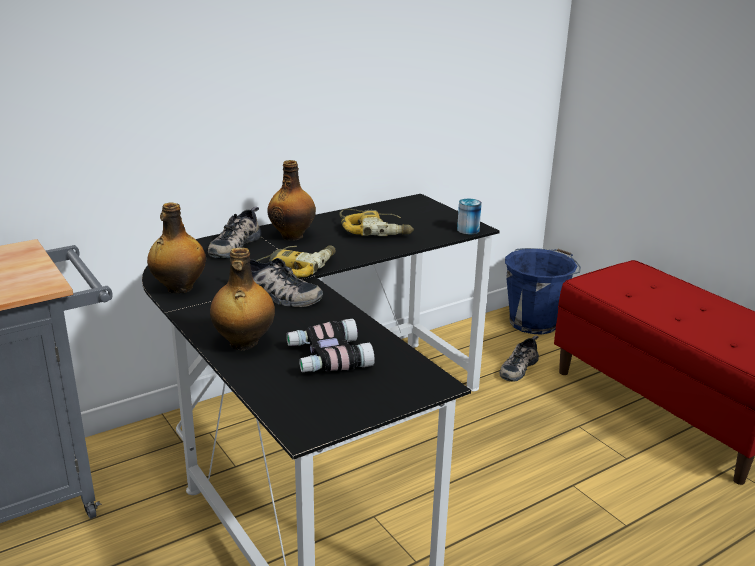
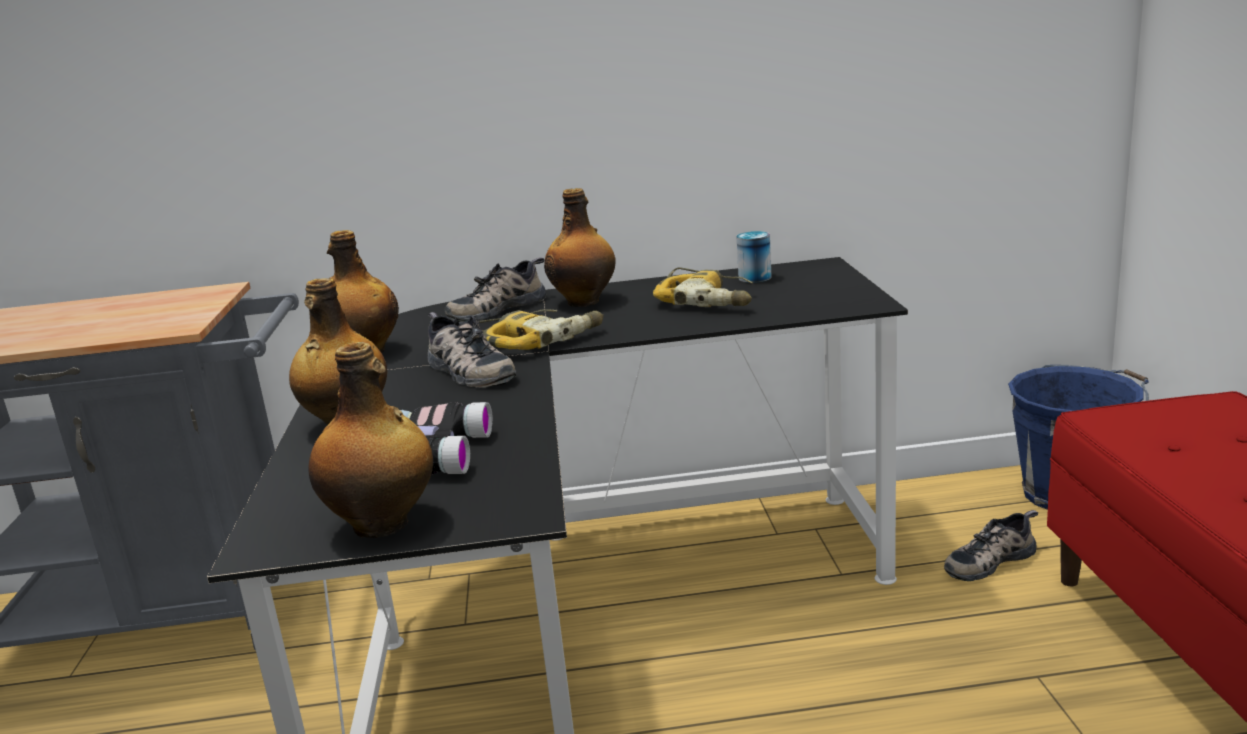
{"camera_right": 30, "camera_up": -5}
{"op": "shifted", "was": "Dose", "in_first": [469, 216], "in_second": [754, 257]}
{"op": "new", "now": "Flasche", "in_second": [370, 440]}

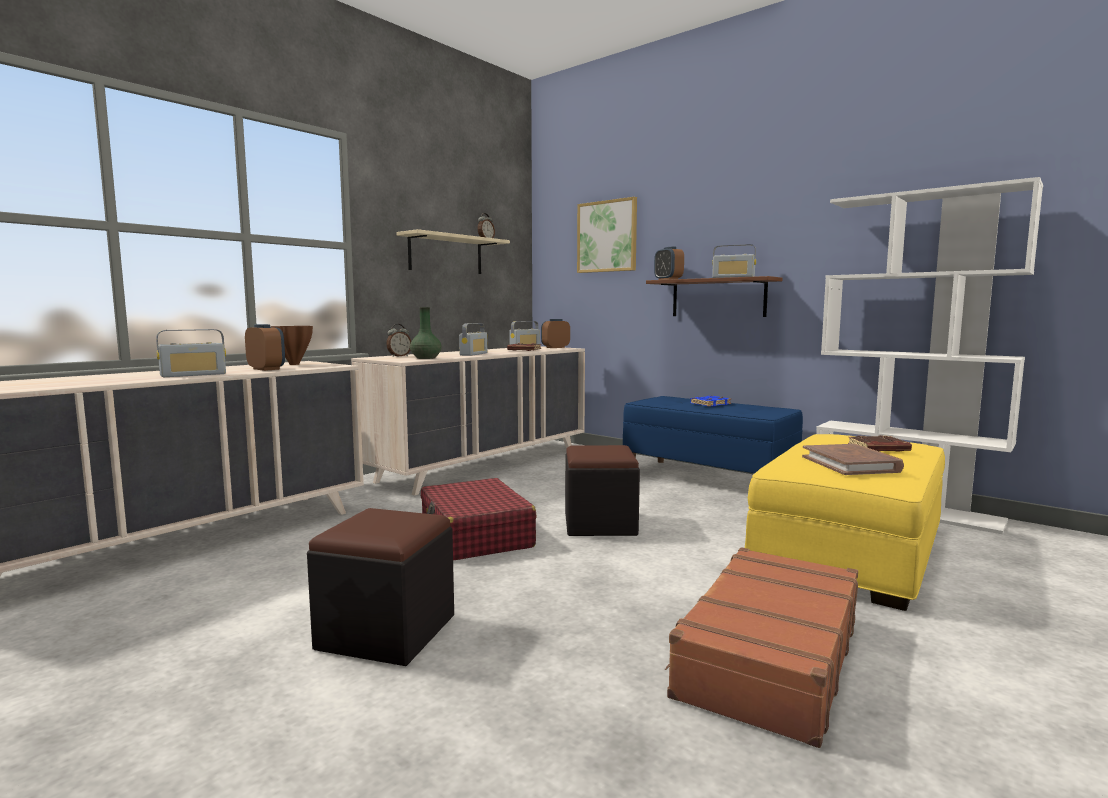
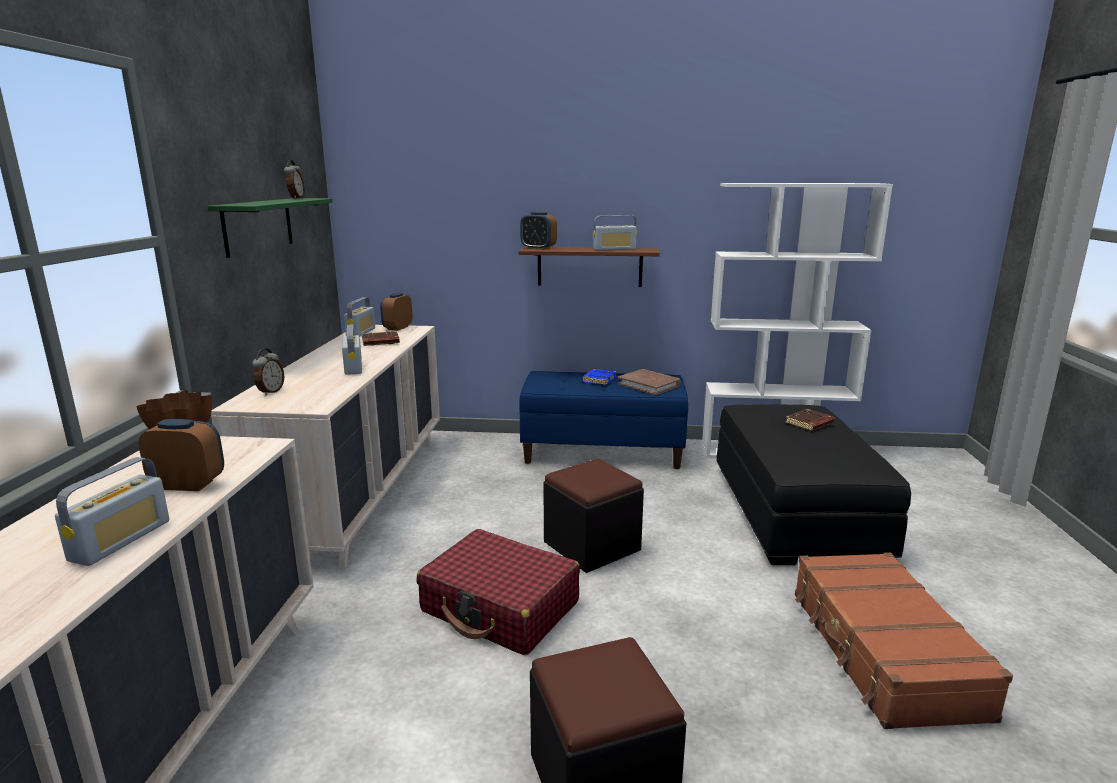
{"camera_right": -35, "camera_up": 10}
{"op": "gone", "was": "Bild", "in_first": [607, 235]}
{"op": "repainted", "was": "Wandregal [beige]", "now": "Wandregal [grün]", "in_first": [453, 251], "in_second": [270, 228]}
{"op": "gone", "was": "Vase [grün]", "in_first": [426, 333]}
{"op": "repainted", "was": "Polsterhocker [gelb]", "now": "Polsterhocker [schwarz]", "in_first": [845, 522], "in_second": [813, 484]}
{"op": "shifted", "was": "Buch [braun]", "in_first": [853, 459], "in_second": [649, 382]}

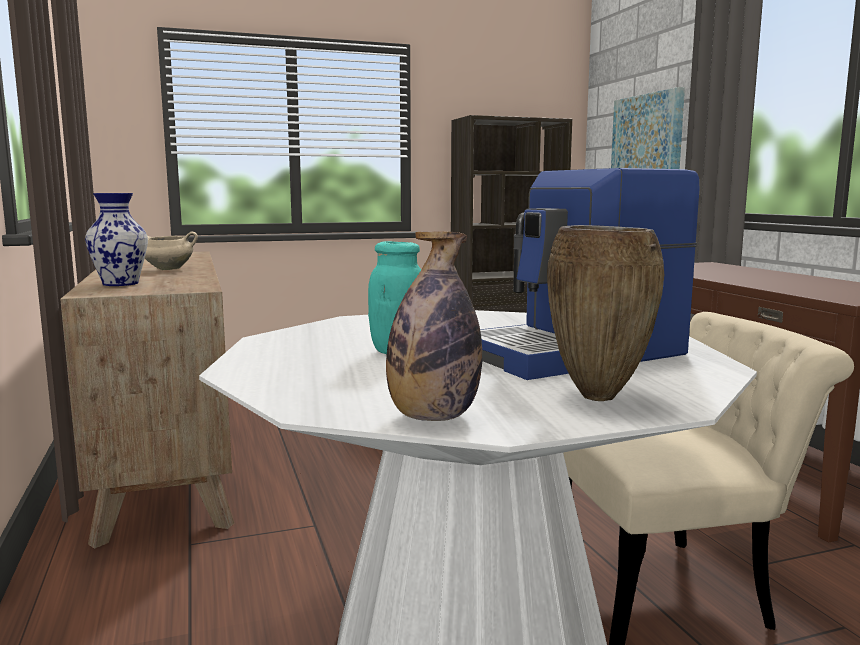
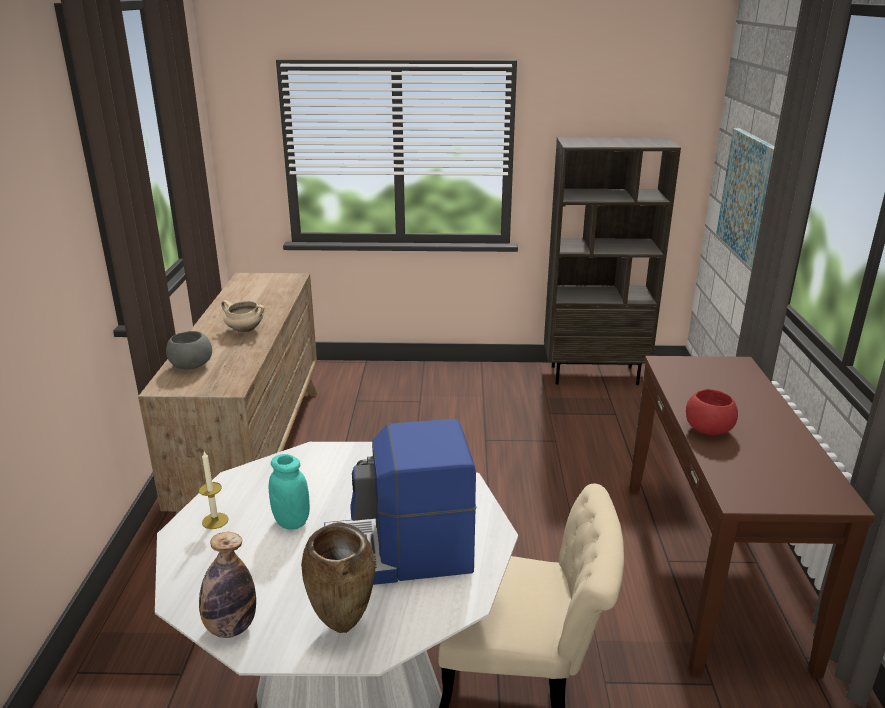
{"camera_right": 20, "camera_up": 15}
{"op": "swapped", "was": "Vase", "now": "Schüssel [grau]", "in_first": [116, 239], "in_second": [189, 350]}
{"op": "new", "now": "Schüssel [rot]", "in_second": [712, 412]}
{"op": "new", "now": "Kerze", "in_second": [214, 490]}

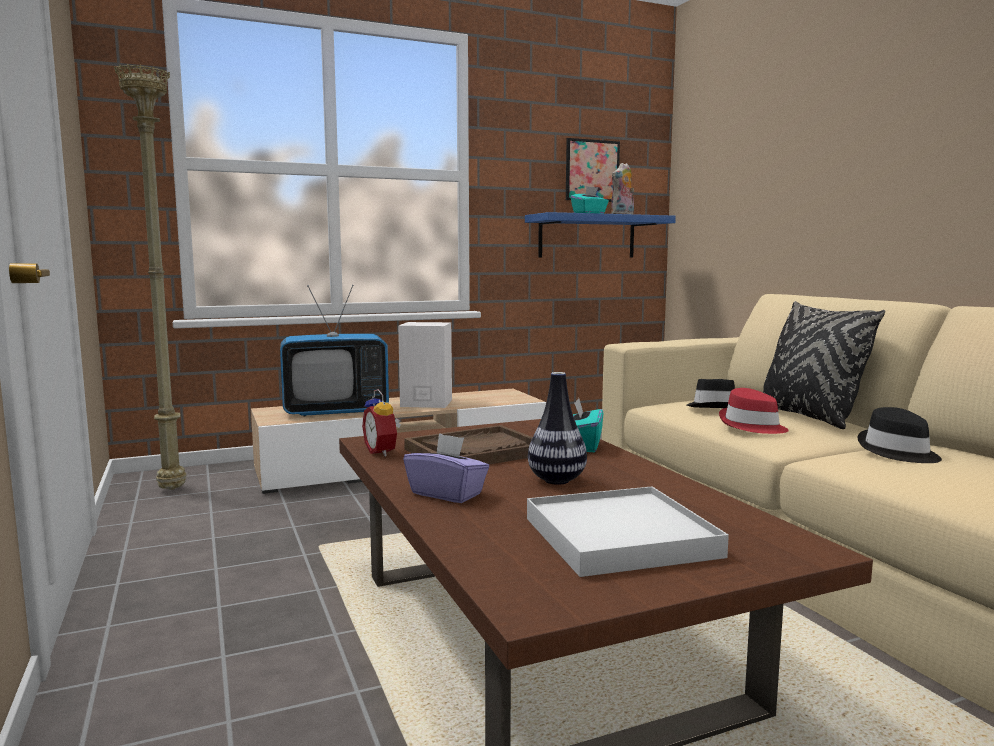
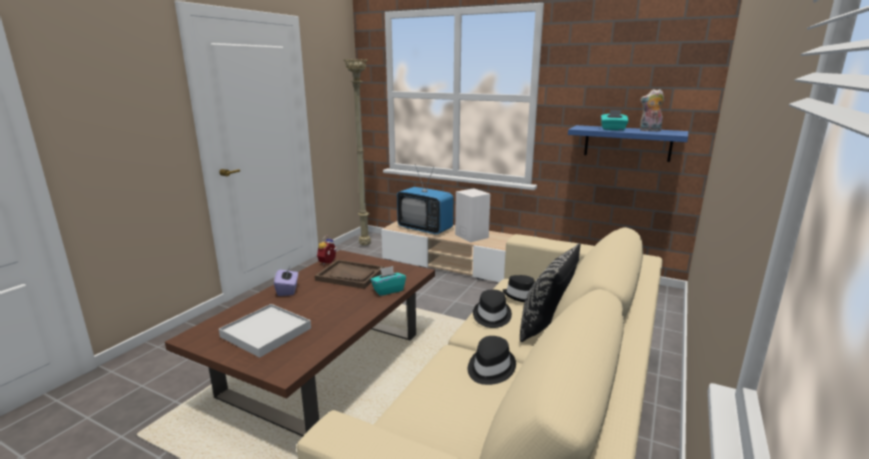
{"camera_right": 50, "camera_up": 10}
{"op": "gone", "was": "Bild", "in_first": [593, 170]}
{"op": "gone", "was": "Vase", "in_first": [557, 428]}
{"op": "repainted", "was": "Hut [rot]", "now": "Hut [schwarz]", "in_first": [754, 411], "in_second": [492, 309]}

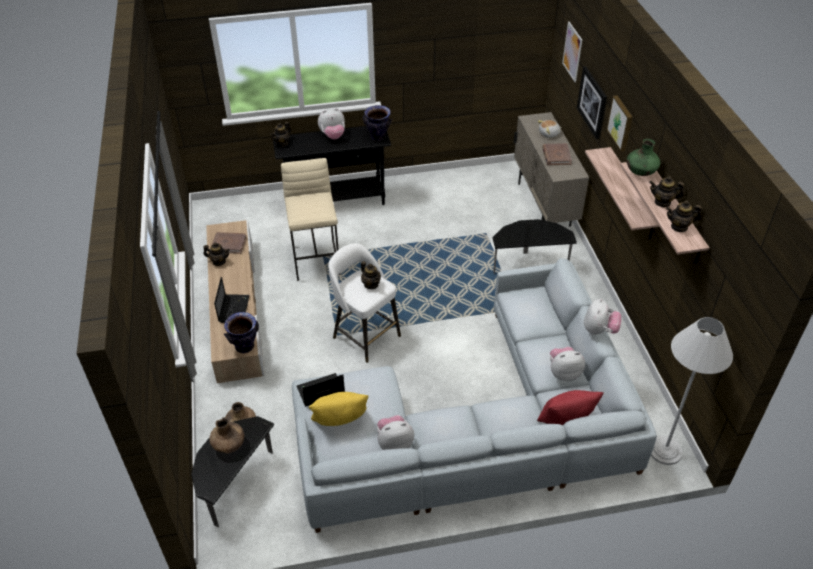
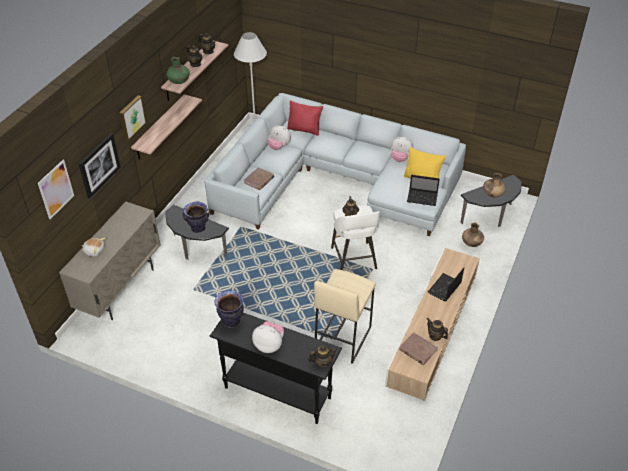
{"camera_right": -145, "camera_up": 0}
{"op": "shifted", "was": "Buch [braun]", "in_first": [557, 154], "in_second": [258, 178]}
{"op": "gone", "was": "Plüschtier", "in_first": [603, 316]}
{"op": "shifted", "was": "Vase", "in_first": [241, 332], "in_second": [196, 217]}

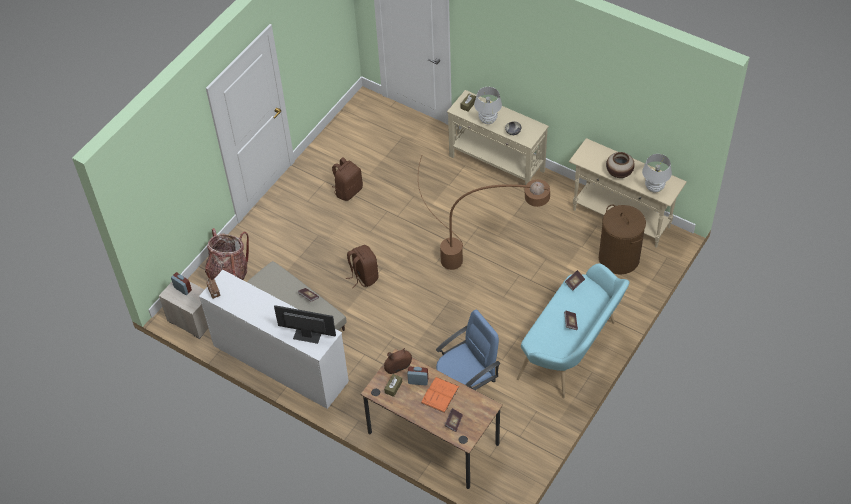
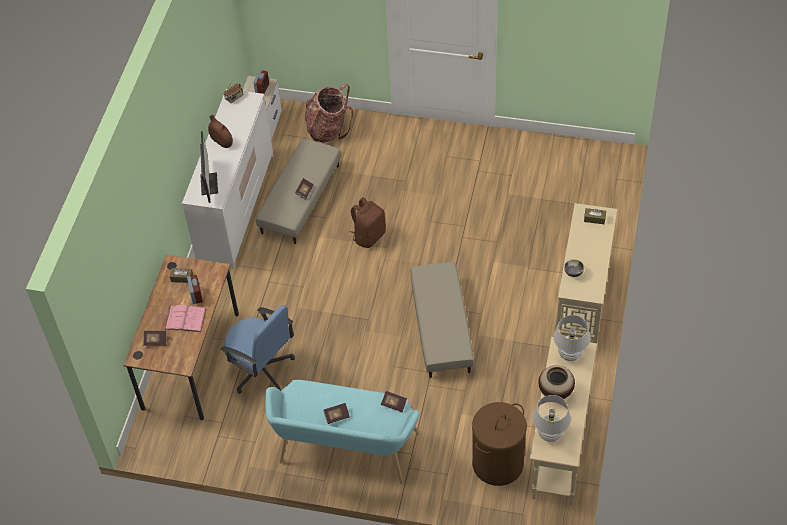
{"camera_right": 70, "camera_up": 0}
{"op": "shifted", "was": "Tischlampe [weiß]", "in_first": [488, 105], "in_second": [571, 338]}
{"op": "swapped", "was": "Stehlampe [braun]", "now": "Polsterhocker [beige]", "in_first": [484, 213], "in_second": [442, 320]}
{"op": "gone", "was": "Rucksack [braun]", "in_first": [347, 179]}
{"op": "shifted", "was": "Vase [braun]", "in_first": [398, 361], "in_second": [220, 131]}
{"op": "repainted", "was": "Buch [orange]", "now": "Buch [rosa]", "in_first": [440, 395], "in_second": [186, 318]}

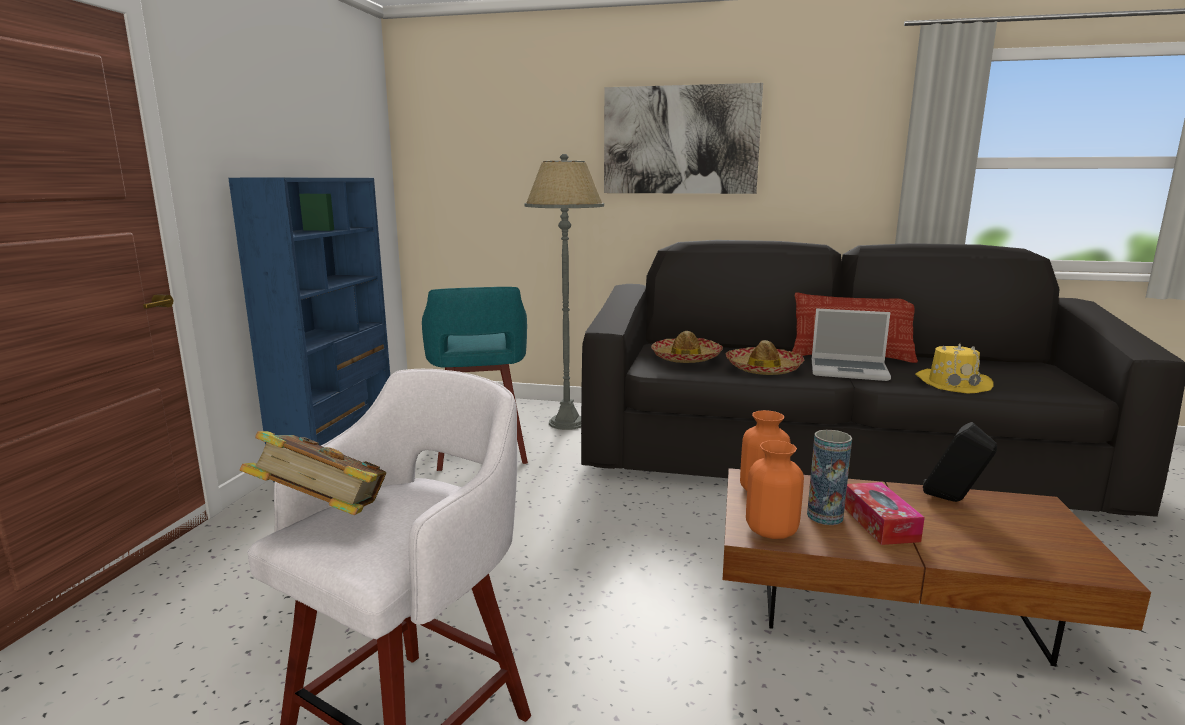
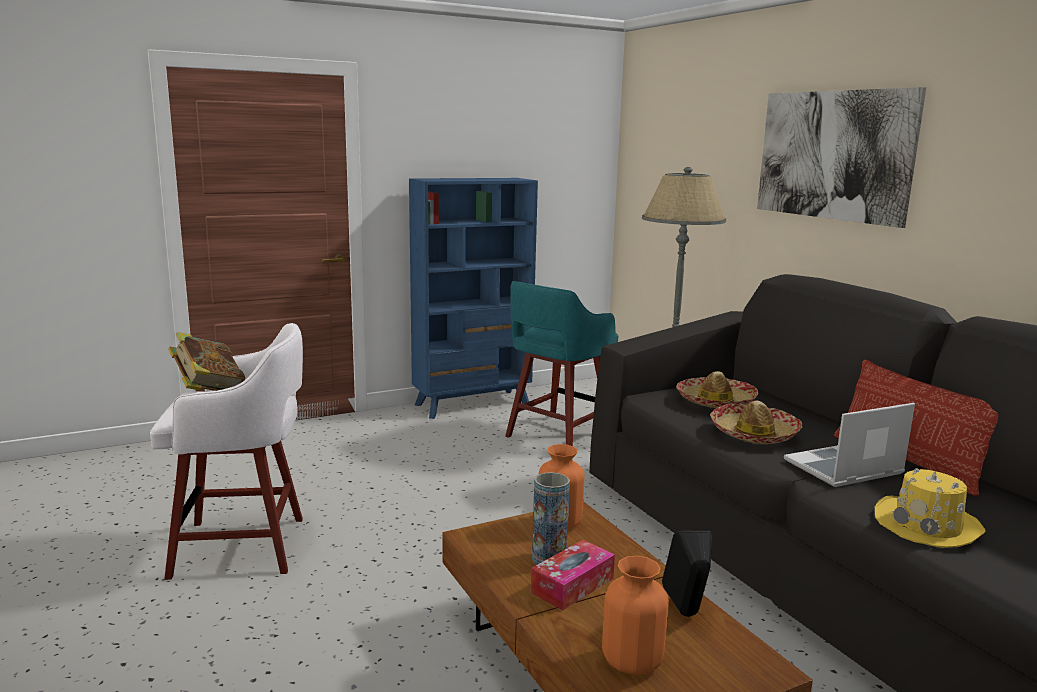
{"camera_right": 50, "camera_up": 0}
{"op": "rotated", "was": "Laptop", "in_first": [851, 344], "in_second": [849, 445], "clockwise": 90}
{"op": "shifted", "was": "Vase [orange]", "in_first": [775, 489], "in_second": [635, 615]}

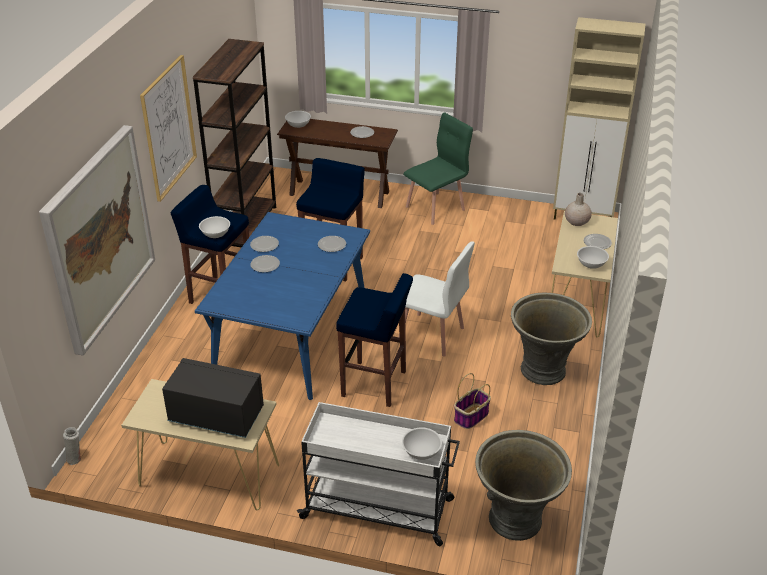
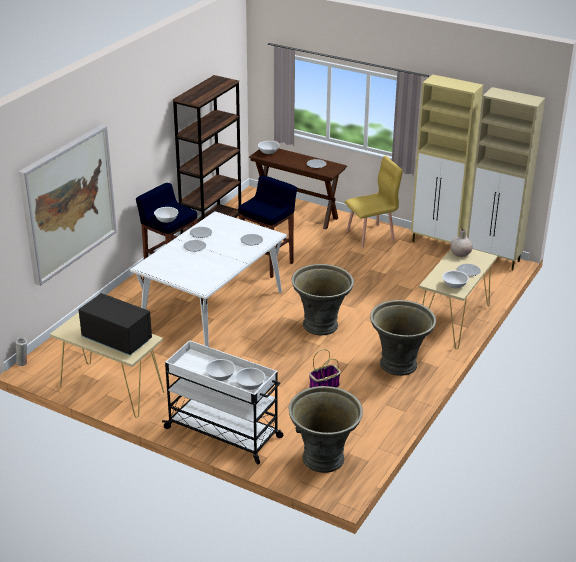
{"camera_right": 15, "camera_up": -5}
{"op": "gone", "was": "Bild", "in_first": [168, 128]}
{"op": "repainted", "was": "Stuhl [grün]", "now": "Stuhl [gelb]", "in_first": [438, 168], "in_second": [374, 202]}
{"op": "repainted", "was": "Esstisch [blau]", "now": "Esstisch [weiß]", "in_first": [282, 306], "in_second": [208, 279]}
{"op": "swapped", "was": "Stuhl [weiß]", "now": "Pflanzkübel [grau]", "in_first": [436, 299], "in_second": [323, 299]}
{"op": "gone", "was": "Hocker [blau]", "in_first": [374, 340]}
{"op": "new", "now": "Schrank [beige]", "in_second": [447, 158]}
{"op": "new", "now": "Schüssel [weiß]", "in_second": [220, 370]}

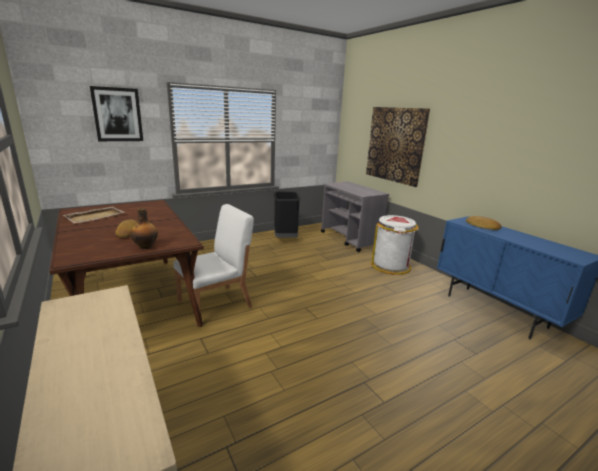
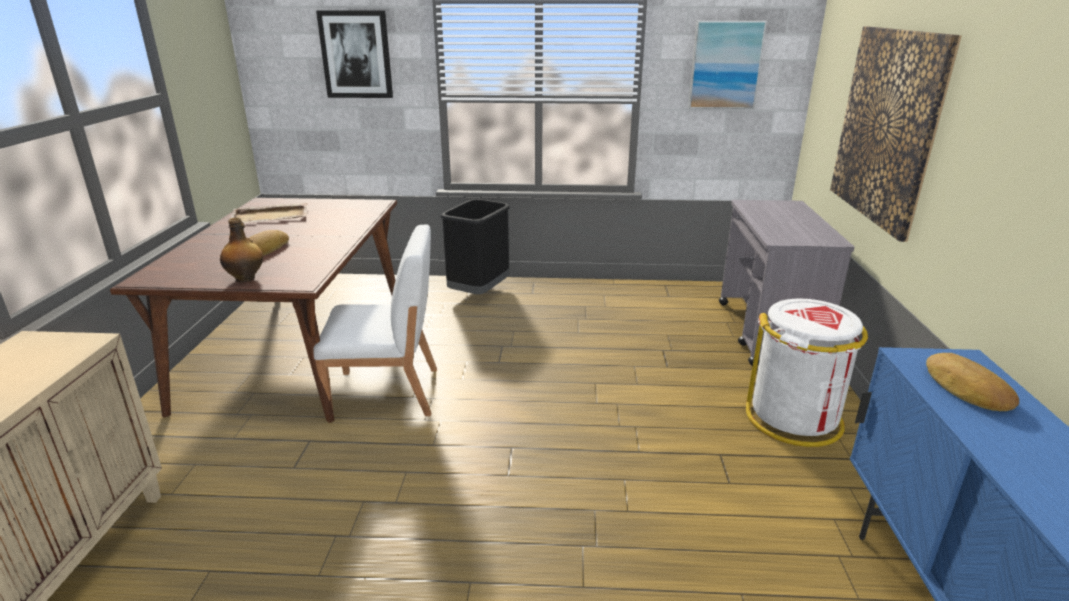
{"camera_right": 35, "camera_up": 5}
{"op": "shifted", "was": "Mülleimer [schwarz]", "in_first": [287, 215], "in_second": [475, 246]}
{"op": "new", "now": "Bild", "in_second": [727, 65]}

